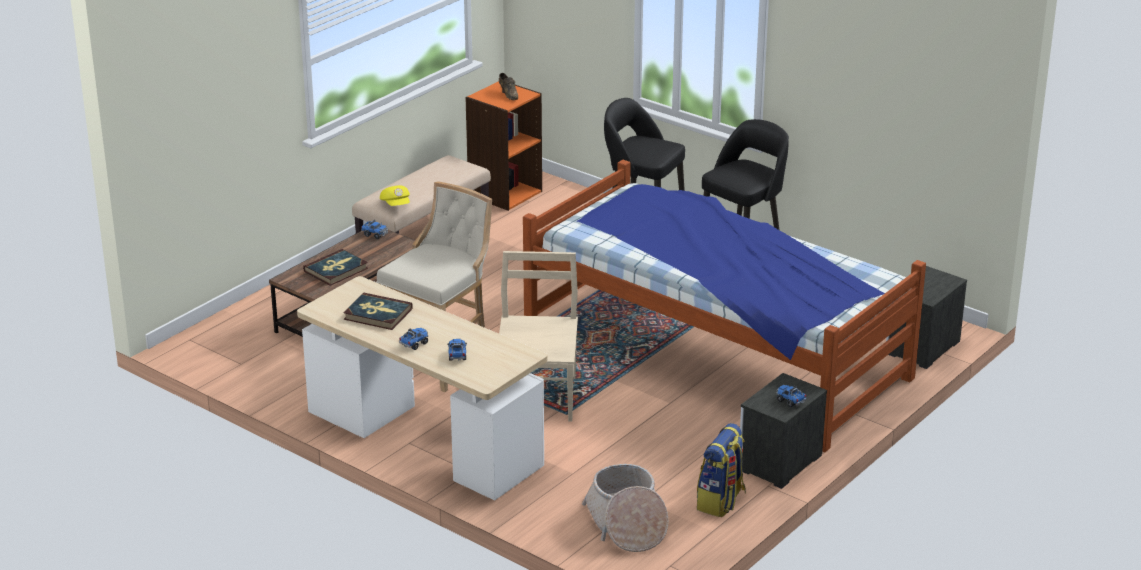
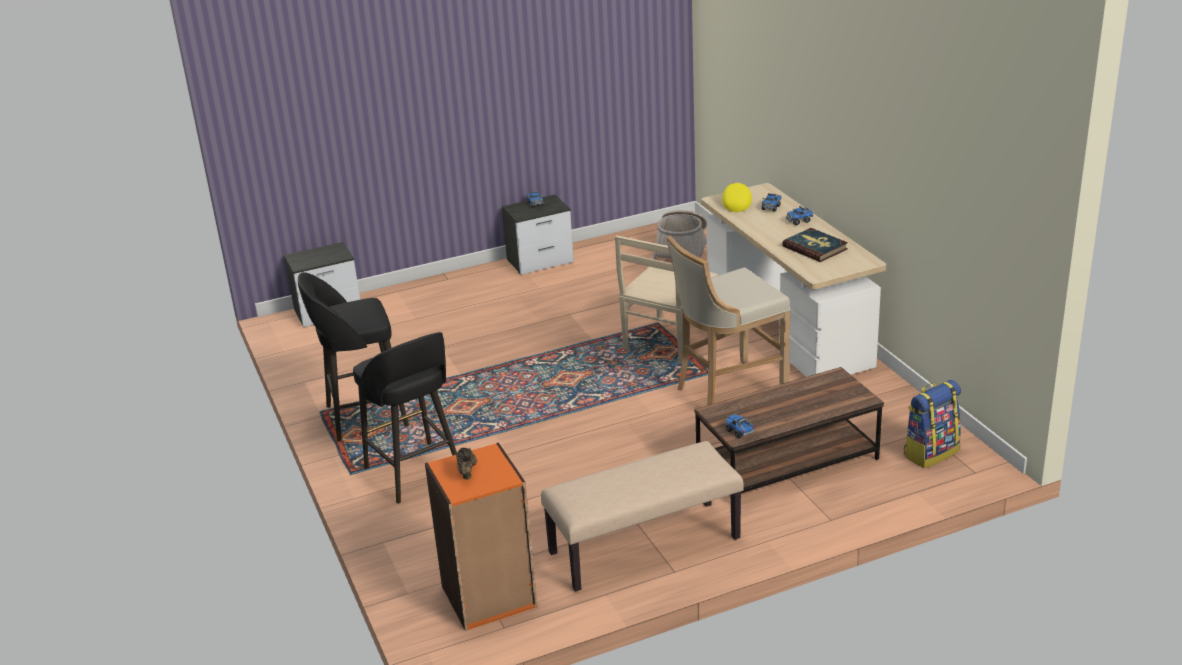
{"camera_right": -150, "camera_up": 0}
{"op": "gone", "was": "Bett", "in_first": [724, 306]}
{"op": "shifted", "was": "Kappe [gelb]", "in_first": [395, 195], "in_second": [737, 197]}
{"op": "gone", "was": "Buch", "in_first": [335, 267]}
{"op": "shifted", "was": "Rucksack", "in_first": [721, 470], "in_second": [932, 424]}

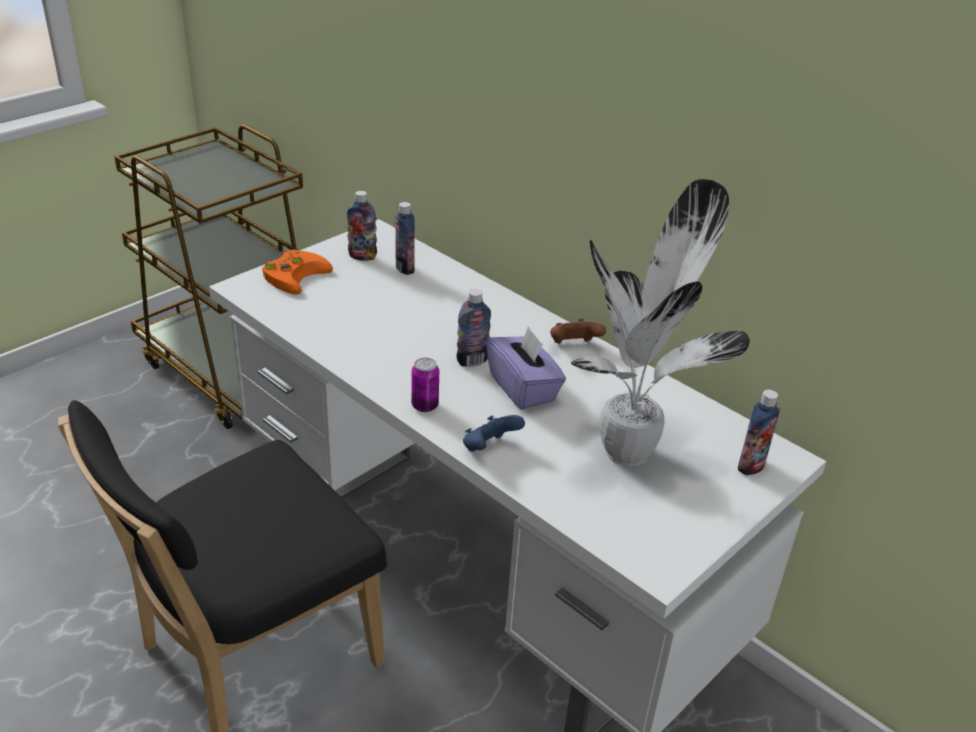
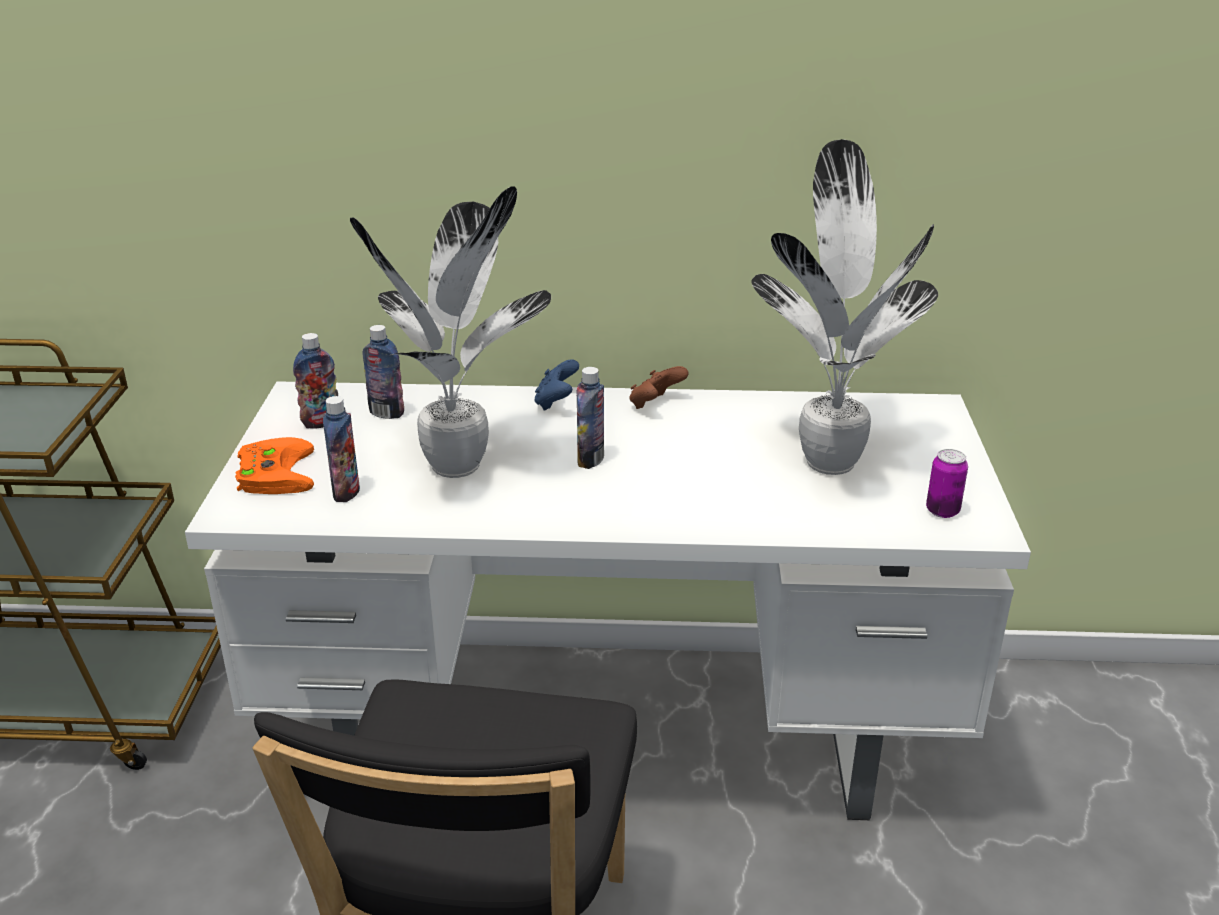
{"camera_right": -40, "camera_up": -5}
{"op": "gone", "was": "Taschentuchbox [lila]", "in_first": [526, 368]}
{"op": "shifted", "was": "Dose", "in_first": [425, 385], "in_second": [947, 483]}
{"op": "shifted", "was": "Flasche", "in_first": [759, 432], "in_second": [341, 449]}
{"op": "shifted", "was": "Gamepad [blau]", "in_first": [494, 433], "in_second": [556, 385]}
{"op": "new", "now": "Topfpflanze", "in_second": [450, 332]}

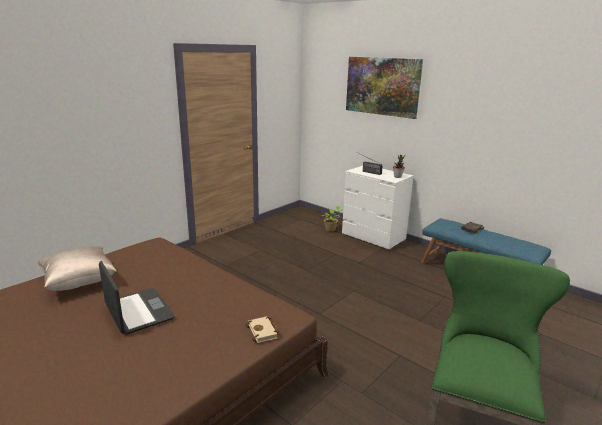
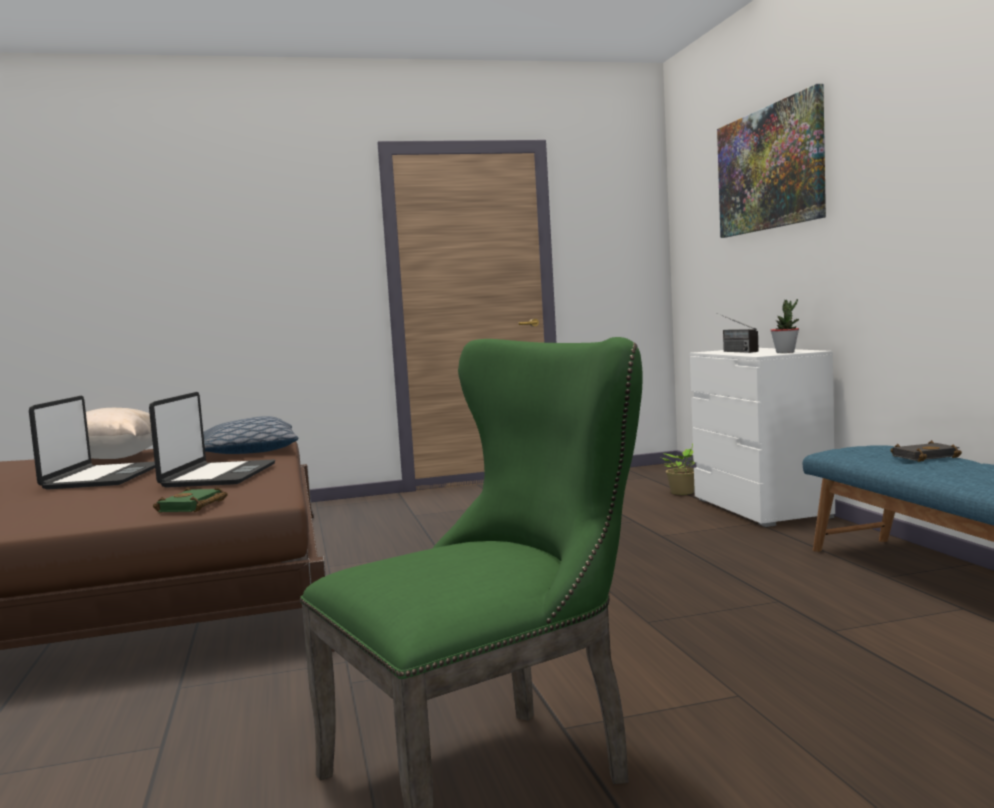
{"camera_right": 35, "camera_up": -15}
{"op": "repainted", "was": "Buch [beige]", "now": "Buch [grün]", "in_first": [263, 329], "in_second": [190, 500]}
{"op": "new", "now": "Laptop", "in_second": [212, 440]}
{"op": "new", "now": "Kissen", "in_second": [250, 435]}

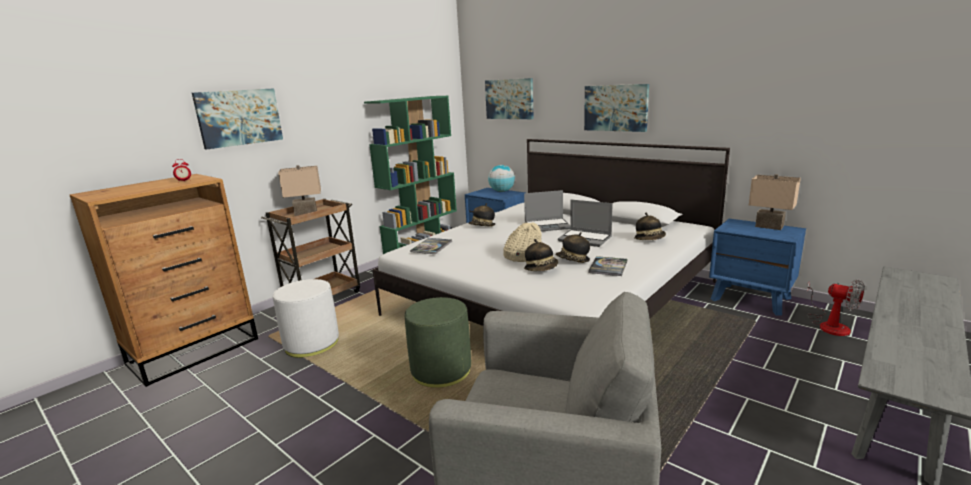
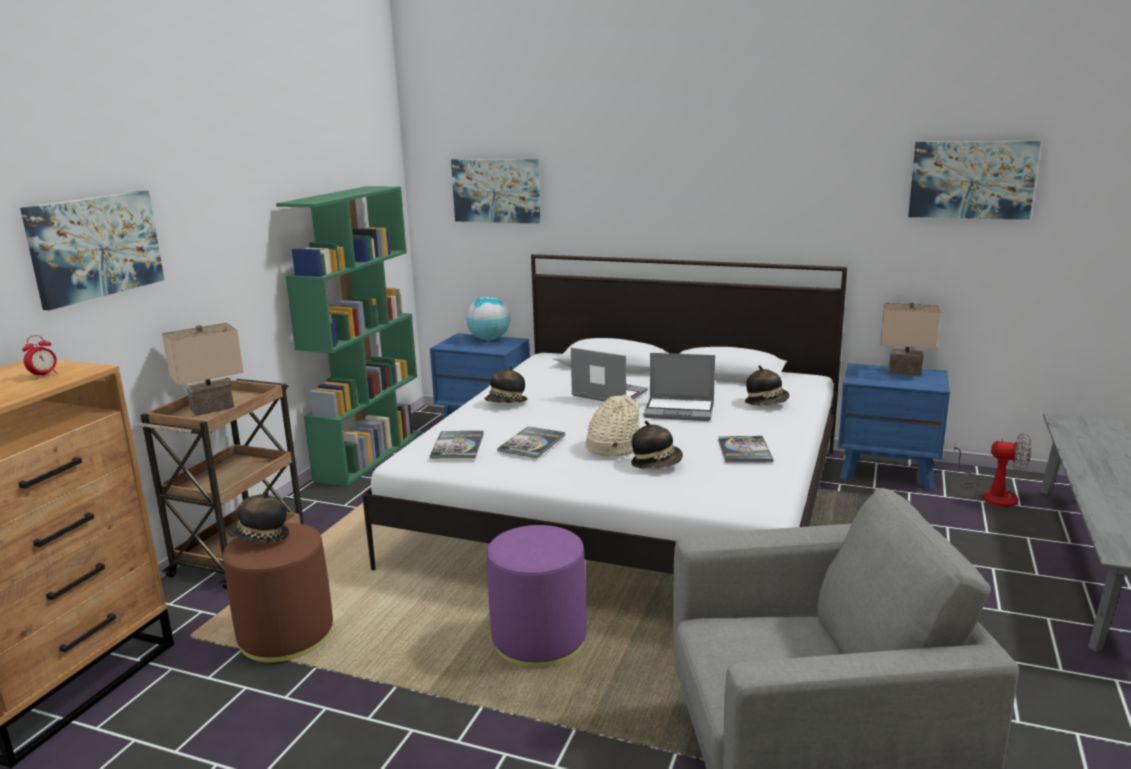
{"camera_right": -20, "camera_up": 0}
{"op": "shifted", "was": "Bild", "in_first": [616, 108], "in_second": [974, 180]}
{"op": "rotated", "was": "Laptop", "in_first": [547, 210], "in_second": [609, 374], "clockwise": -120}
{"op": "shifted", "was": "Hut", "in_first": [572, 247], "in_second": [258, 517]}
{"op": "repainted", "was": "Polsterhocker [weiß]", "now": "Polsterhocker [braun]", "in_first": [306, 318], "in_second": [278, 593]}
{"op": "repainted", "was": "Polsterhocker [grün]", "now": "Polsterhocker [lila]", "in_first": [438, 342], "in_second": [536, 596]}
{"op": "new", "now": "Buch", "in_second": [531, 442]}

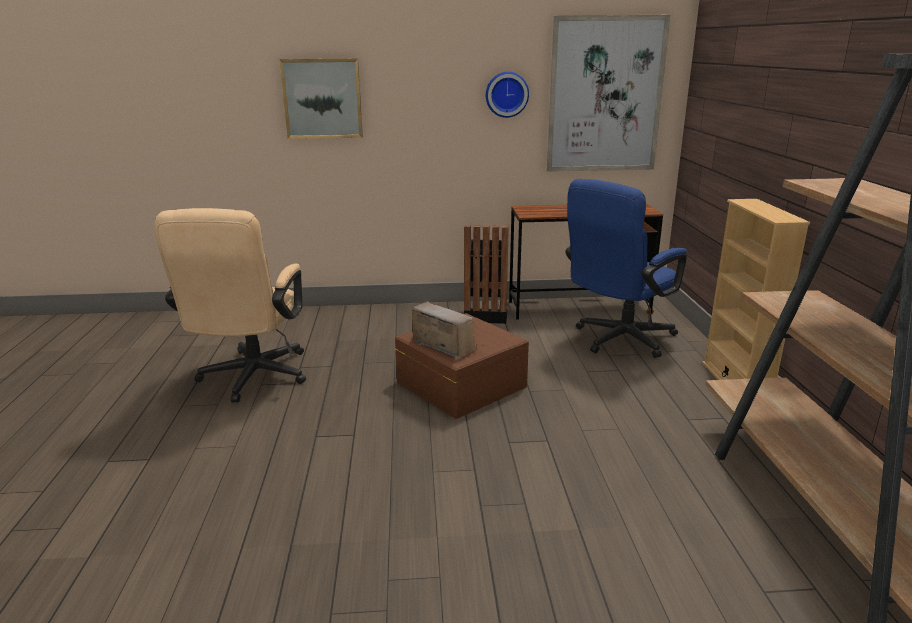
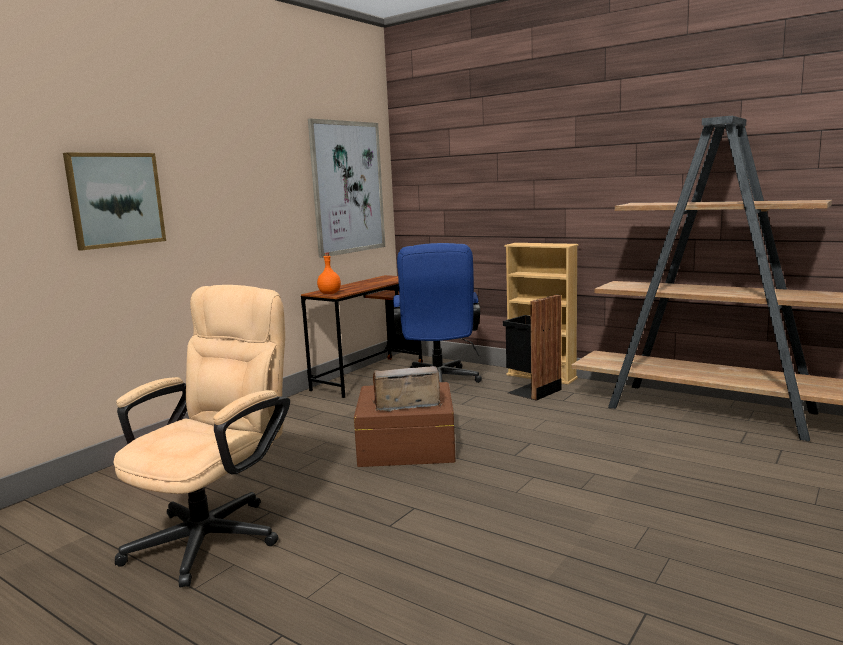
{"camera_right": -50, "camera_up": -10}
{"op": "gone", "was": "Wanduhr", "in_first": [507, 95]}
{"op": "rotated", "was": "Bürostuhl [beige]", "in_first": [230, 305], "in_second": [201, 436], "clockwise": -105}
{"op": "shifted", "was": "Mülleimer [schwarz]", "in_first": [486, 274], "in_second": [532, 348]}
{"op": "new", "now": "Flasche [orange]", "in_second": [329, 273]}

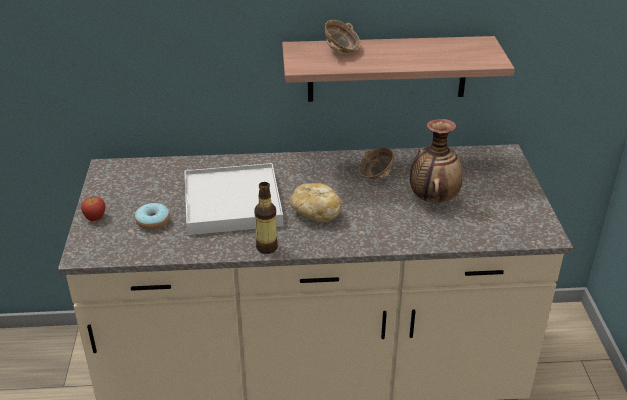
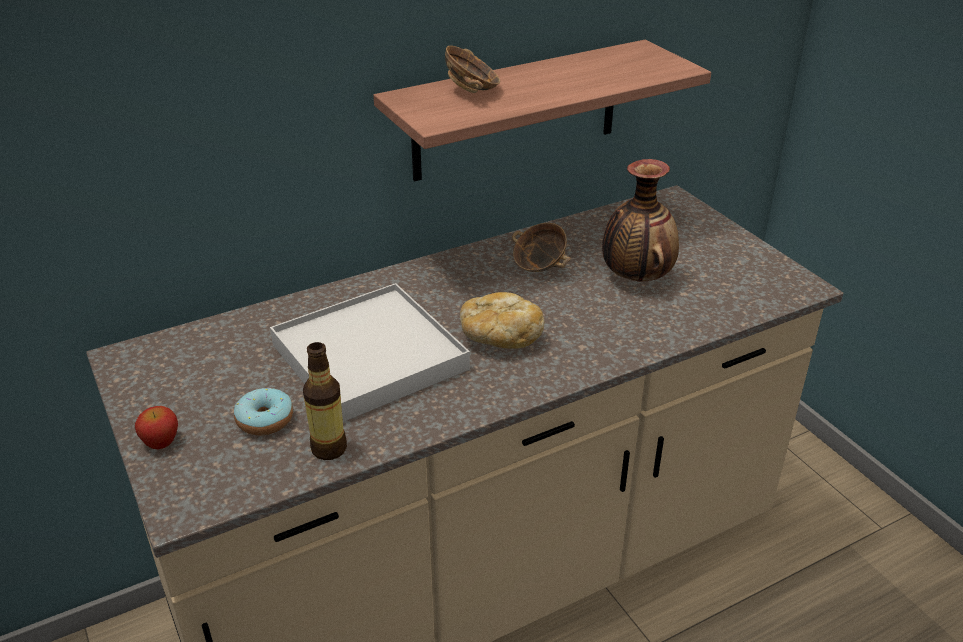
{"camera_right": -25, "camera_up": 0}
{"op": "shifted", "was": "Flasche", "in_first": [266, 218], "in_second": [325, 401]}

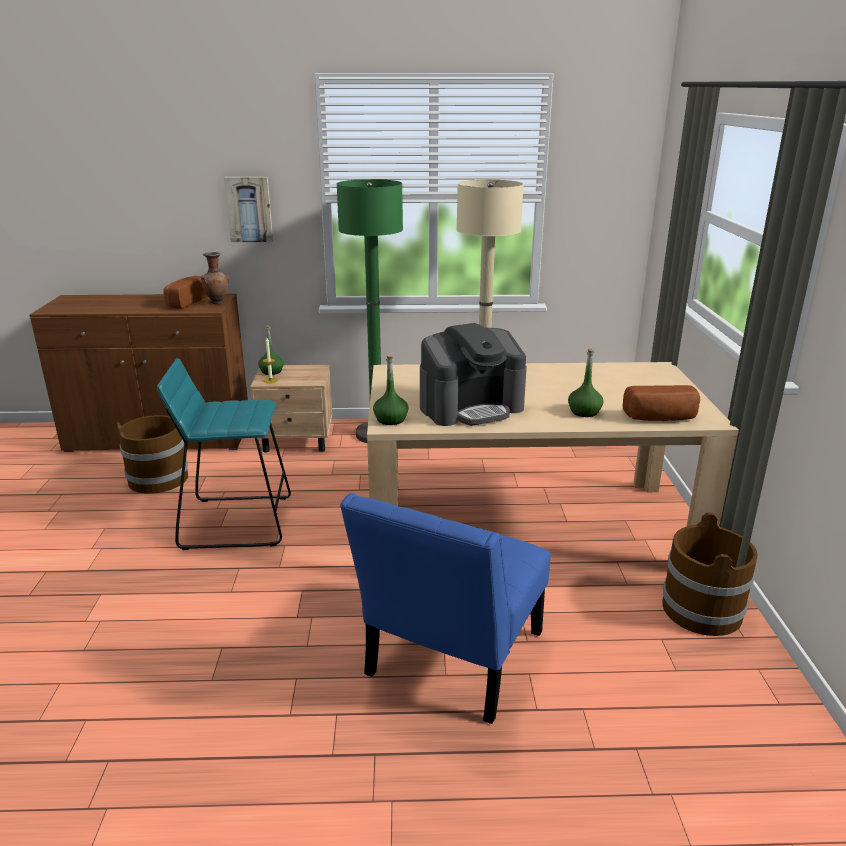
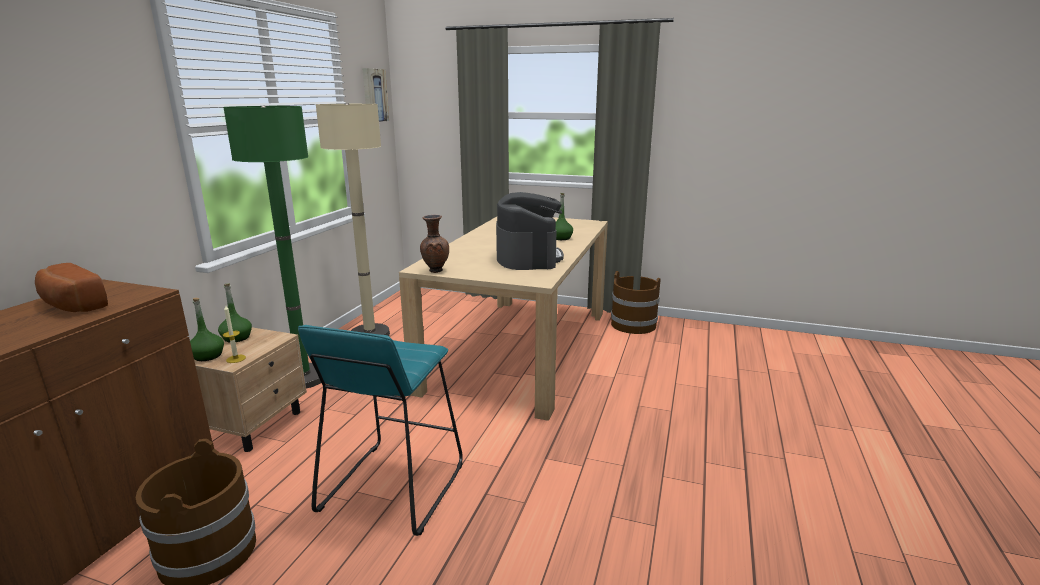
{"camera_right": -70, "camera_up": -5}
{"op": "shifted", "was": "Bild", "in_first": [248, 209], "in_second": [375, 95]}
{"op": "shifted", "was": "Vase [braun]", "in_first": [215, 278], "in_second": [434, 244]}
{"op": "shifted", "was": "Flasche [grün]", "in_first": [391, 390], "in_second": [235, 312]}
{"op": "gone", "was": "Brot", "in_first": [661, 403]}
{"op": "gone", "was": "Stuhl [blau]", "in_first": [445, 608]}

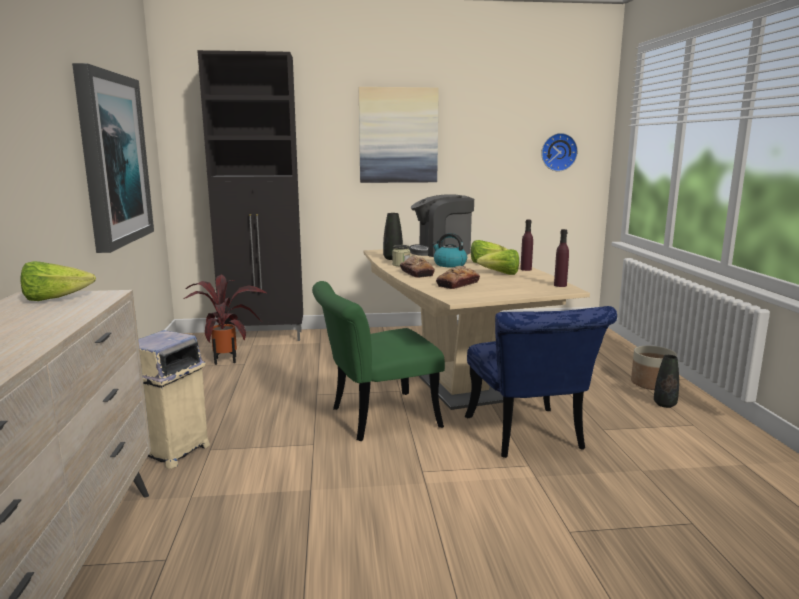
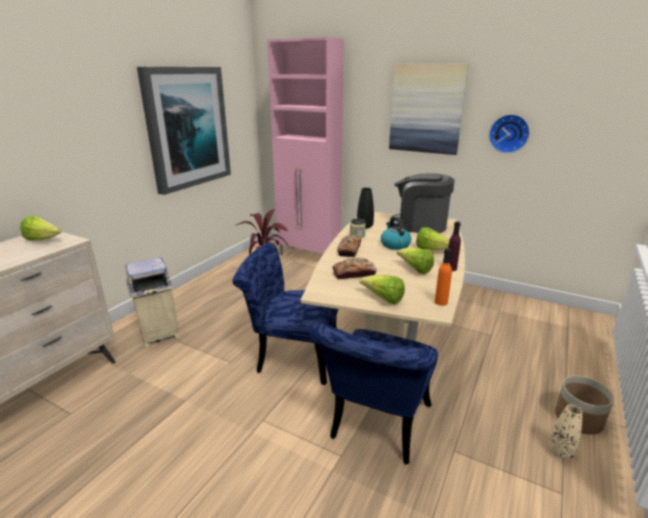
{"camera_right": 35, "camera_up": 10}
{"op": "repainted", "was": "Schrank [schwarz]", "now": "Schrank [rosa]", "in_first": [250, 195], "in_second": [305, 146]}
{"op": "shifted", "was": "Wanduhr", "in_first": [559, 152], "in_second": [509, 133]}
{"op": "repainted", "was": "Flasche [lila]", "now": "Flasche [orange]", "in_first": [561, 258], "in_second": [443, 277]}
{"op": "repainted", "was": "Stuhl [grün]", "now": "Stuhl [blau]", "in_first": [378, 361], "in_second": [285, 314]}
{"op": "repainted", "was": "Vase [schwarz]", "now": "Vase [beige]", "in_first": [666, 381], "in_second": [565, 431]}
{"op": "new", "now": "Salatkopf", "in_second": [382, 290]}

